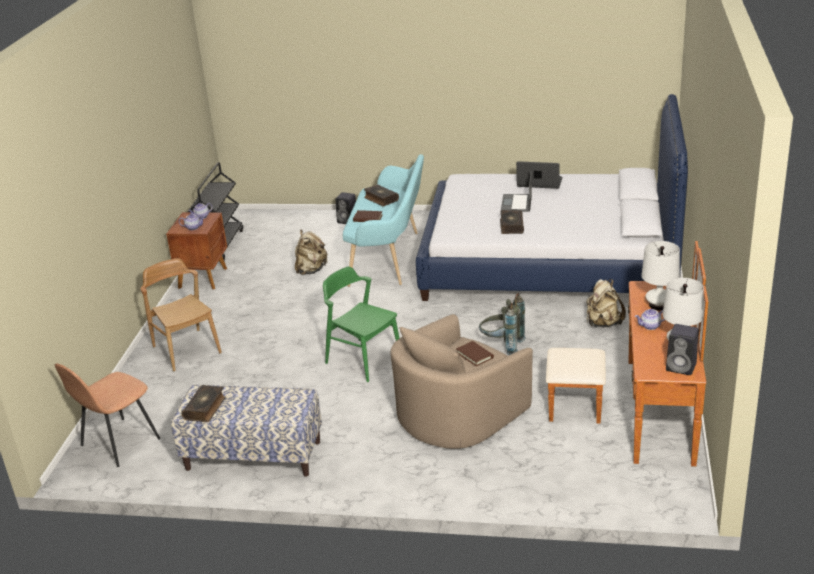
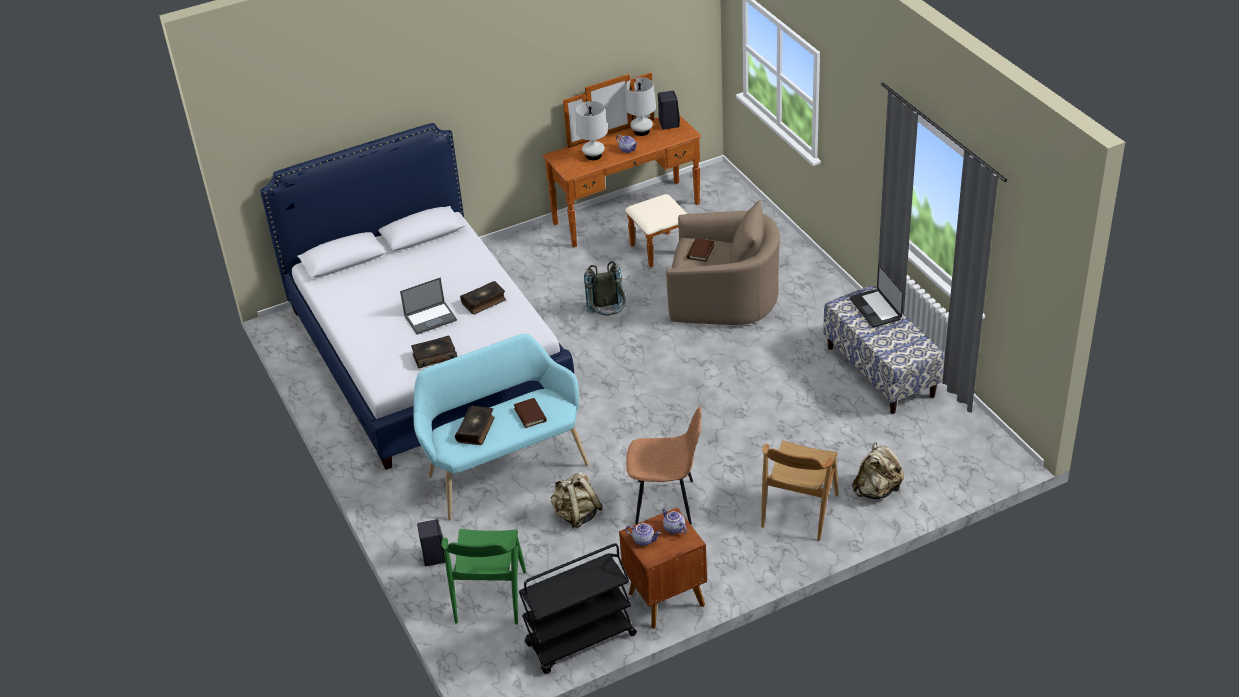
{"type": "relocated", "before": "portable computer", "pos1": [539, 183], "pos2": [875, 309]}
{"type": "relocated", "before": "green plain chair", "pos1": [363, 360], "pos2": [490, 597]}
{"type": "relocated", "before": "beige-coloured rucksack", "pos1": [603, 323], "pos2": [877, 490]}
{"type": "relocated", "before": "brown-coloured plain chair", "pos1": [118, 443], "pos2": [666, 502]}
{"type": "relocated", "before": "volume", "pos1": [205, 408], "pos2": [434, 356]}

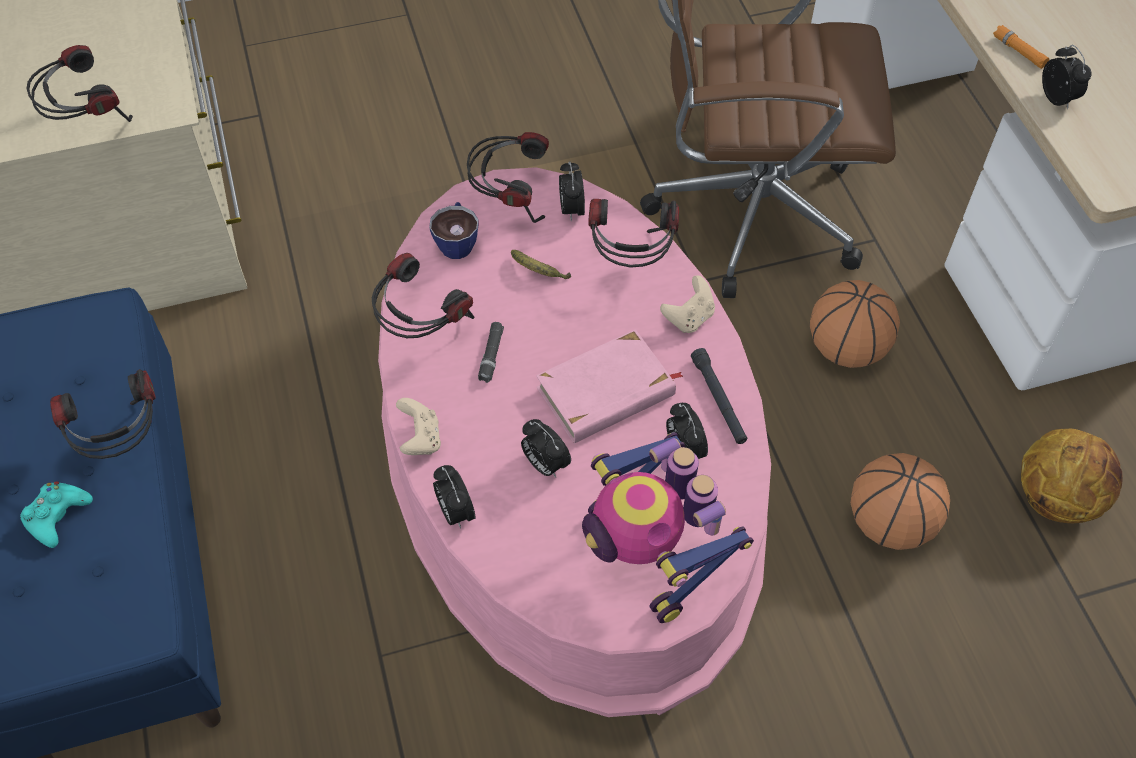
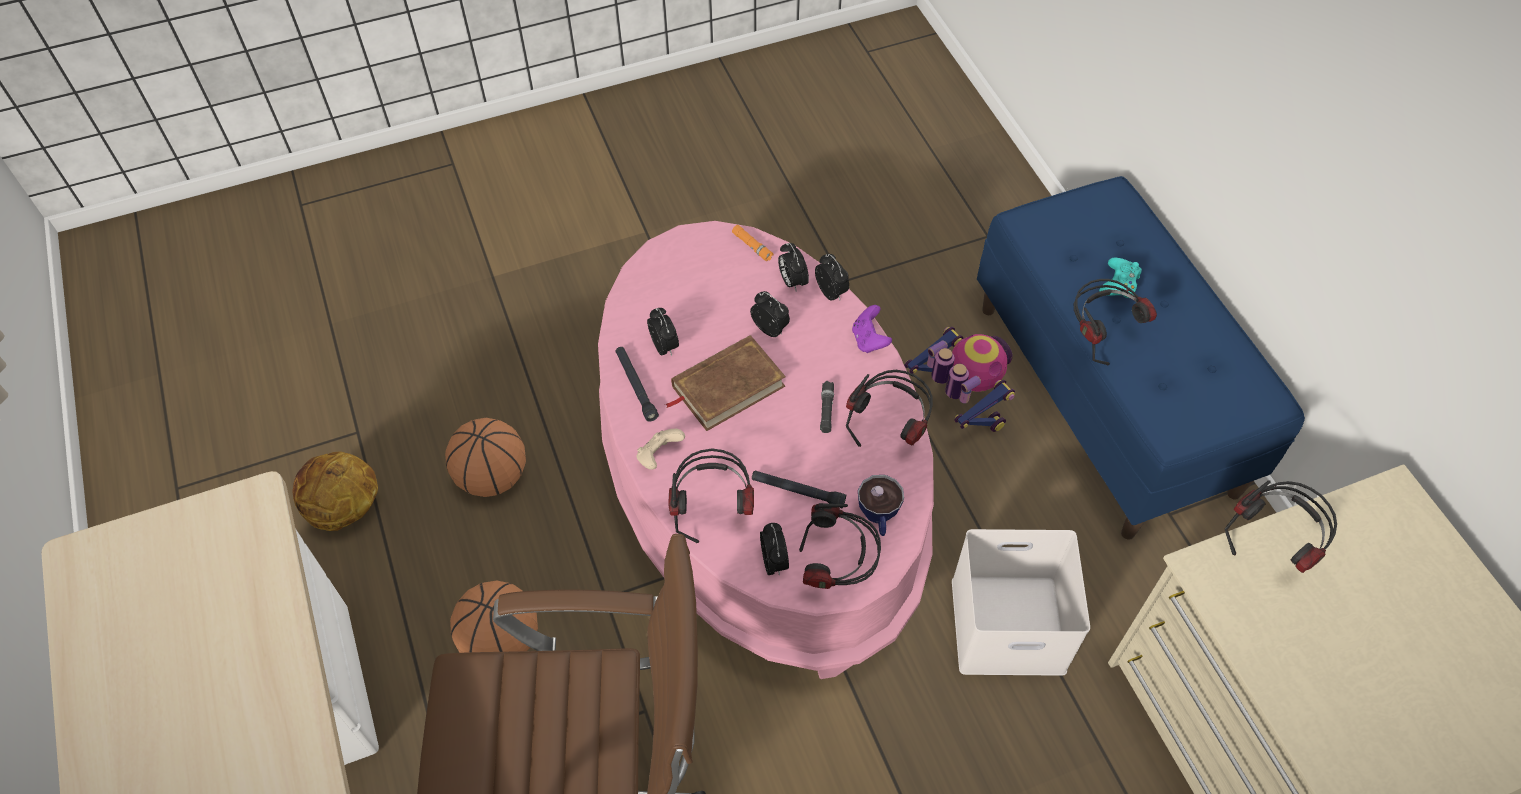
{"type": "relocated", "before": "orange-coloured hand torch", "pos1": [1019, 51], "pos2": [752, 246]}
{"type": "relocated", "before": "alarm clock", "pos1": [1057, 99], "pos2": [792, 281]}
{"type": "exchanged", "before": "banana fruit", "after": "black hand torch", "pos1": [538, 271], "pos2": [798, 491]}
{"type": "colour", "before": "pink-coloured volume", "after": "brown-coloured volume", "pos1": [606, 392], "pos2": [727, 386]}
{"type": "colour", "before": "beige-coloured game controller", "after": "purple-coloured game controller", "pos1": [420, 439], "pos2": [869, 340]}
{"type": "relocated", "before": "model robot", "pos1": [651, 556], "pos2": [958, 405]}
{"type": "appeared", "after": "white storage bin", "pos2": [1005, 627]}

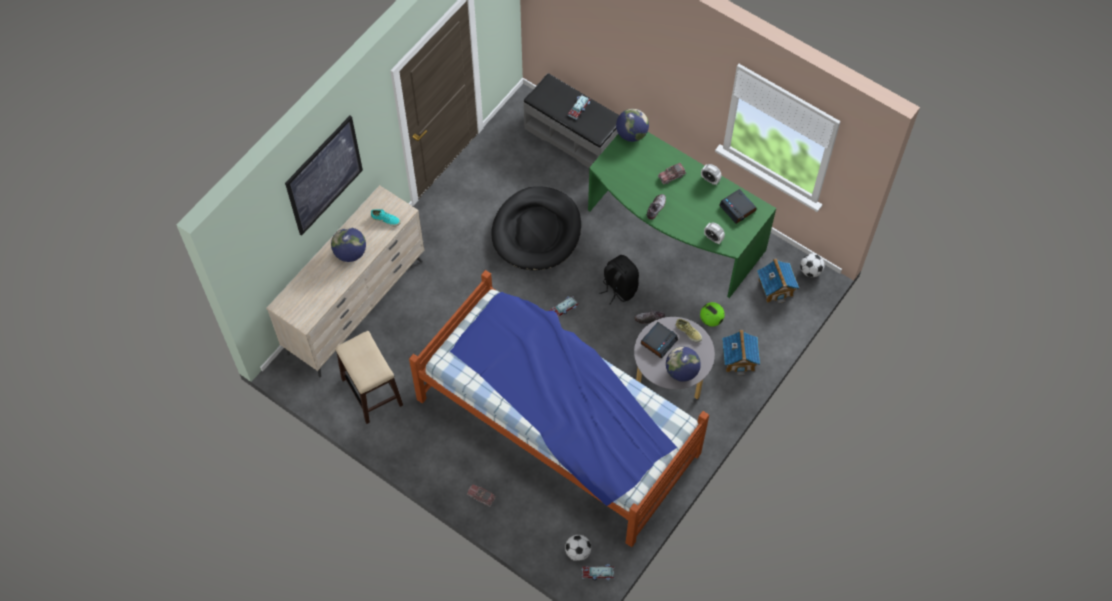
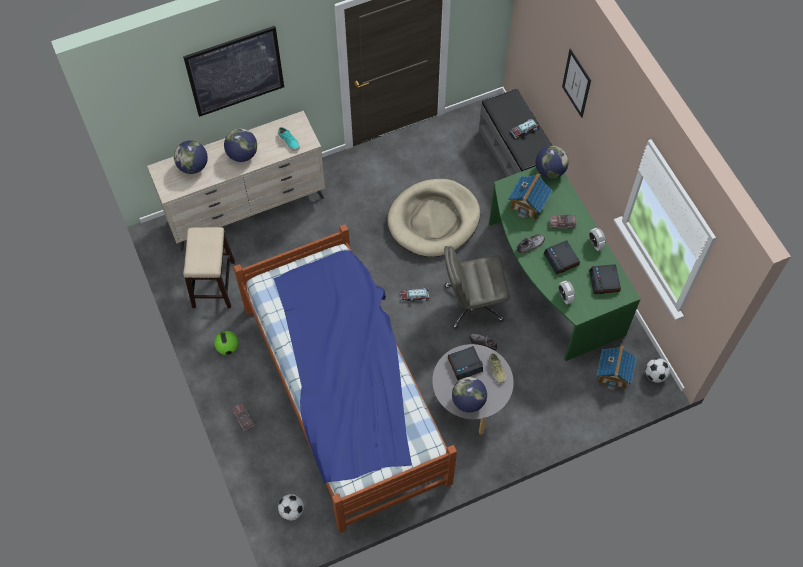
{"type": "colour", "before": "black dog bed", "after": "beige-coloured dog bed", "pos1": [536, 231], "pos2": [434, 220]}
{"type": "exchanged", "before": "black rucksack", "after": "greyish desk chair", "pos1": [618, 288], "pos2": [472, 303]}
{"type": "relocated", "before": "football ball", "pos1": [711, 319], "pos2": [228, 347]}
{"type": "relocated", "before": "toy house", "pos1": [739, 358], "pos2": [528, 203]}
{"type": "missing", "before": "miniature car", "pos1": [598, 573]}
{"type": "appeared", "after": "picture", "pos2": [576, 83]}
{"type": "appeared", "after": "desk globe", "pos2": [193, 166]}
{"type": "appeared", "after": "alarm clock", "pos2": [561, 259]}

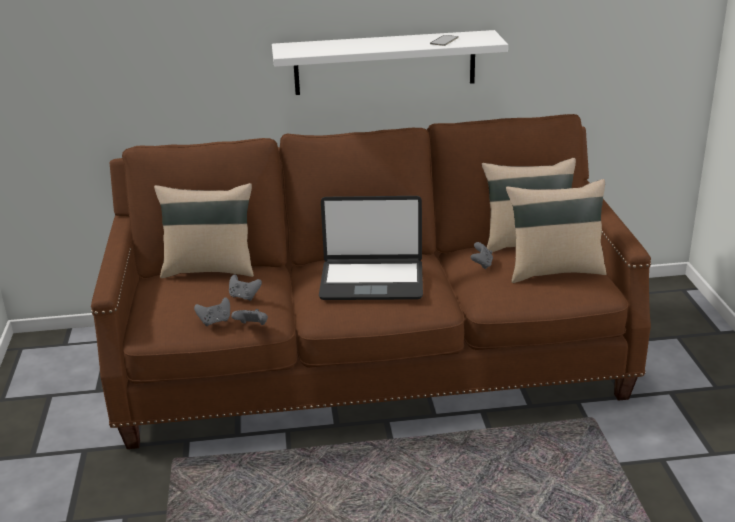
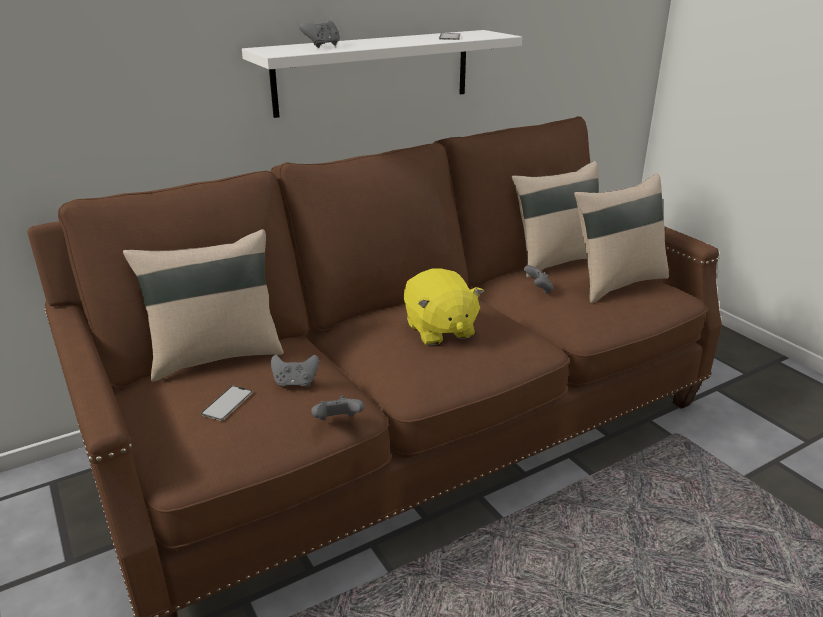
{"type": "exchanged", "before": "portable computer", "after": "yellow-coloured cuddly toy", "pos1": [372, 281], "pos2": [439, 330]}
{"type": "relocated", "before": "greyish game controller", "pos1": [215, 321], "pos2": [322, 46]}
{"type": "appeared", "after": "handset", "pos2": [227, 403]}

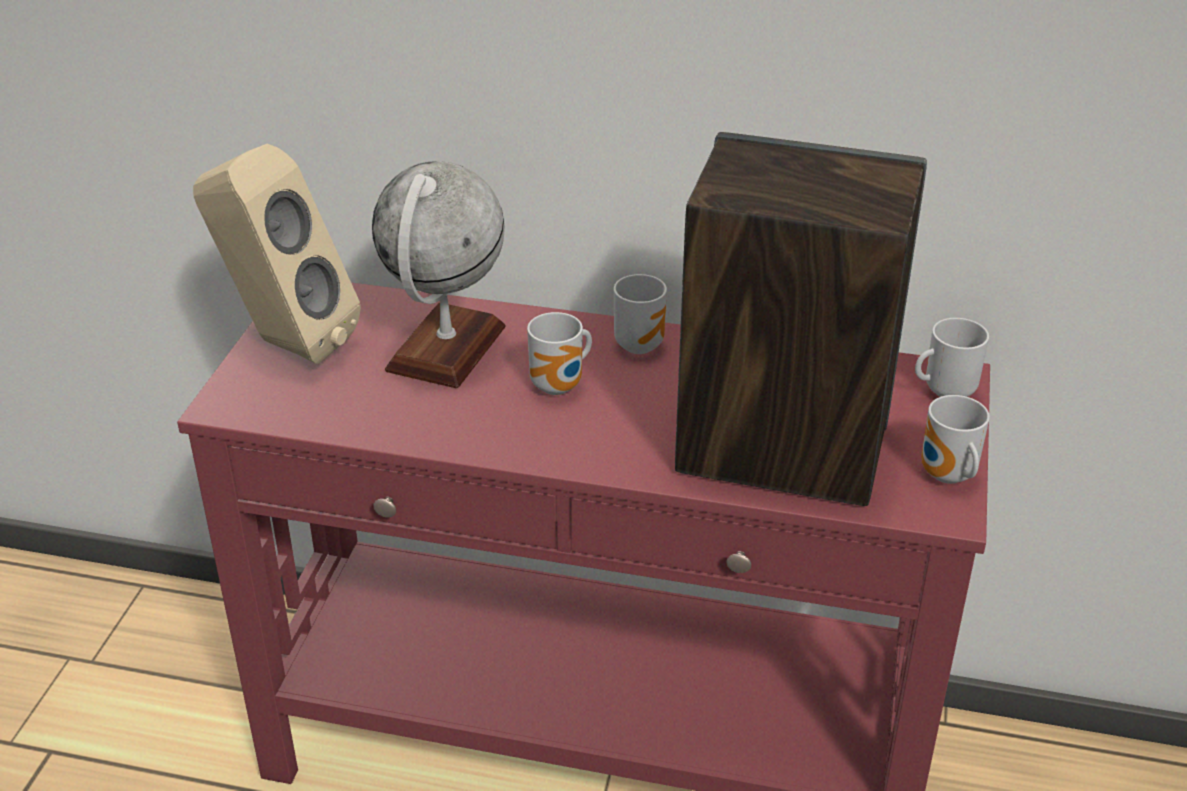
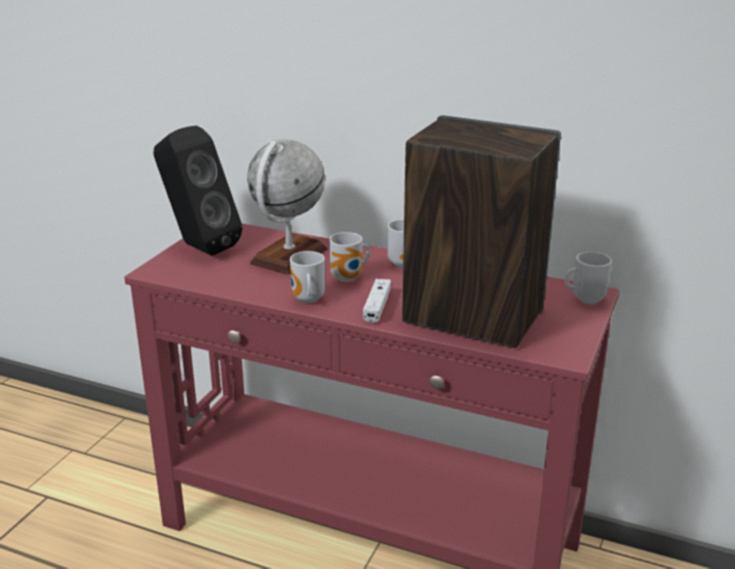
{"type": "colour", "before": "beige-coloured speaker", "after": "black speaker", "pos1": [284, 343], "pos2": [198, 247]}
{"type": "relocated", "before": "tea mug", "pos1": [947, 477], "pos2": [307, 300]}
{"type": "appeared", "after": "white game controller", "pos2": [377, 307]}

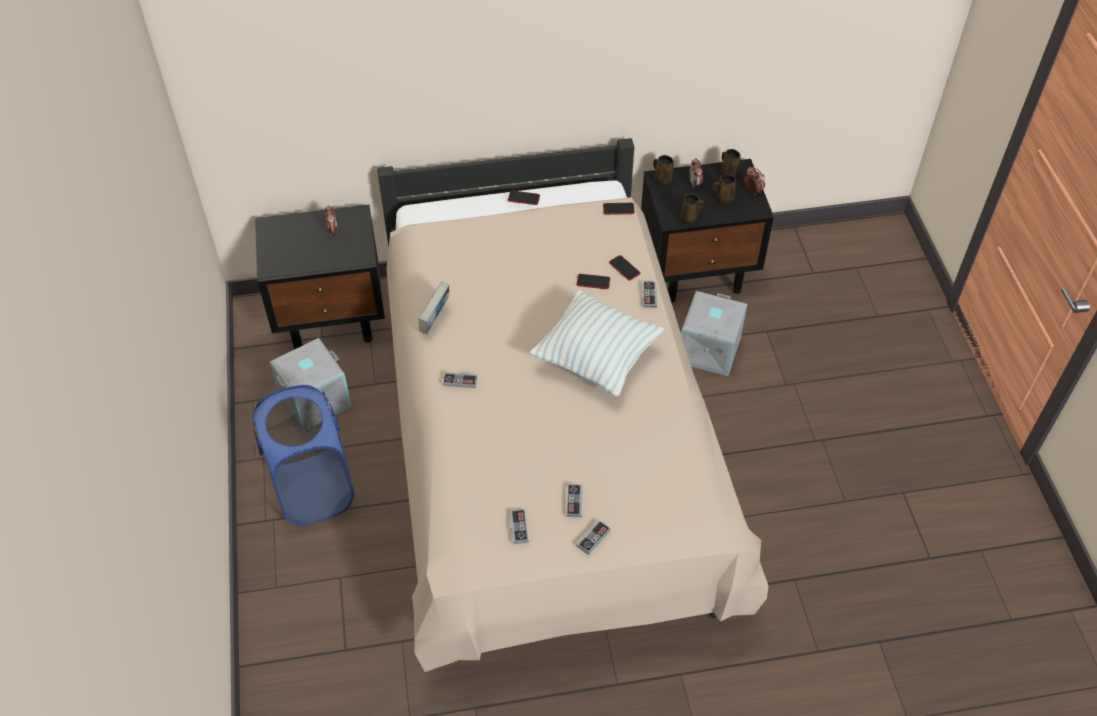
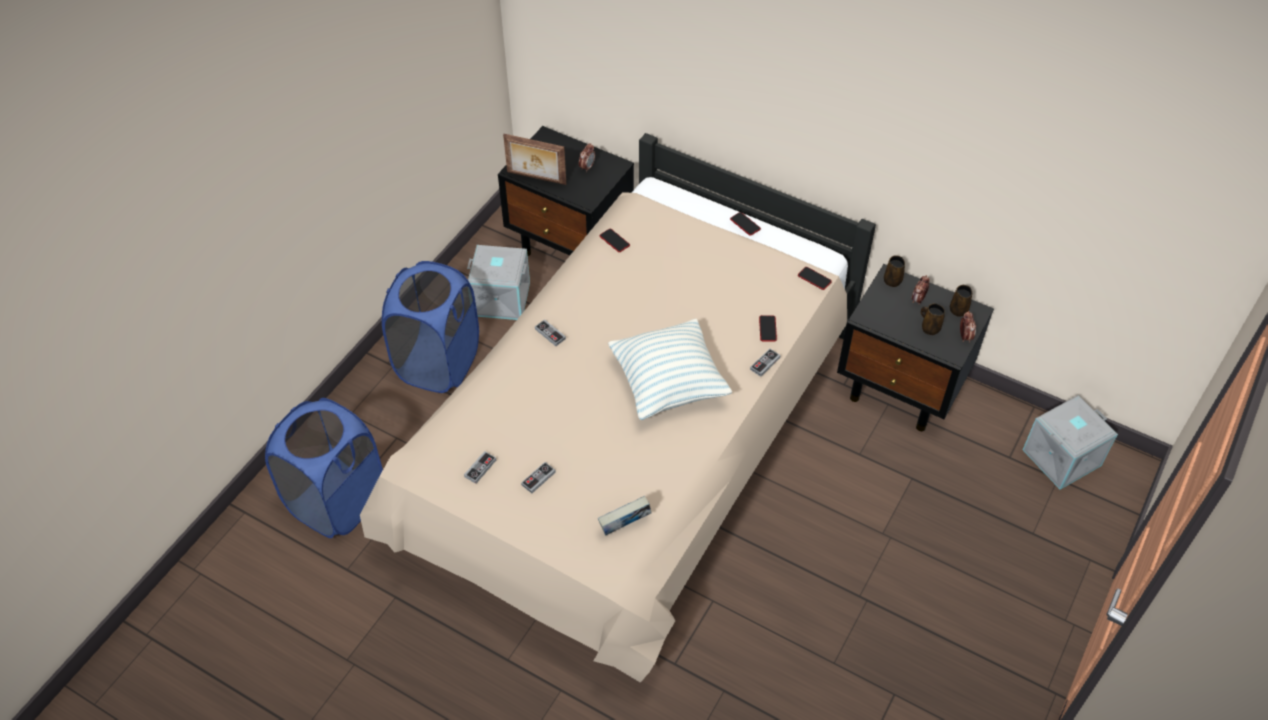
{"type": "missing", "before": "brown-coloured tea mug", "pos1": [690, 219]}
{"type": "relocated", "before": "handset", "pos1": [593, 282], "pos2": [614, 241]}
{"type": "relocated", "before": "volume", "pos1": [435, 320], "pos2": [625, 527]}
{"type": "relocated", "before": "greyish storage bin", "pos1": [708, 349], "pos2": [1061, 456]}
{"type": "missing", "before": "game controller", "pos1": [593, 538]}
{"type": "appeared", "after": "picture frame", "pos2": [536, 178]}
{"type": "appeared", "after": "blue-coloured laundry basket", "pos2": [337, 501]}

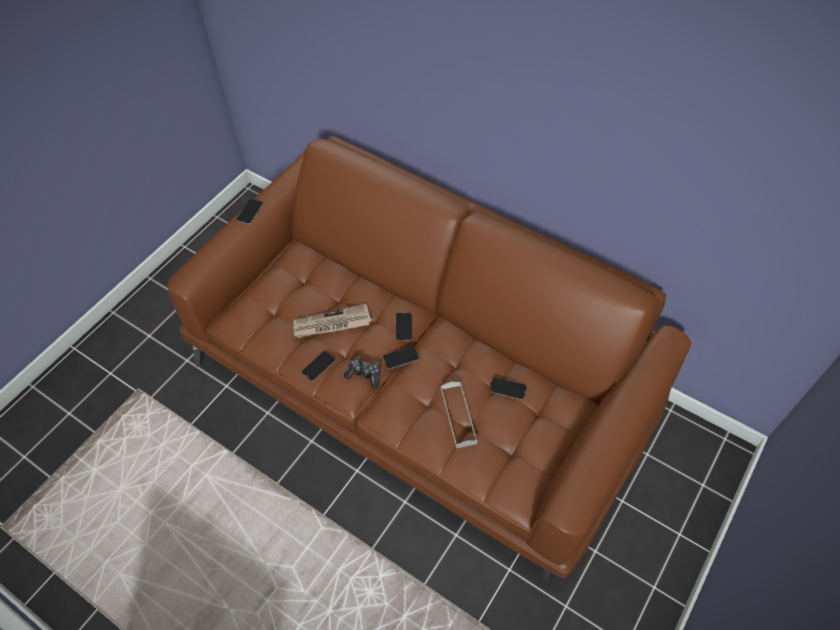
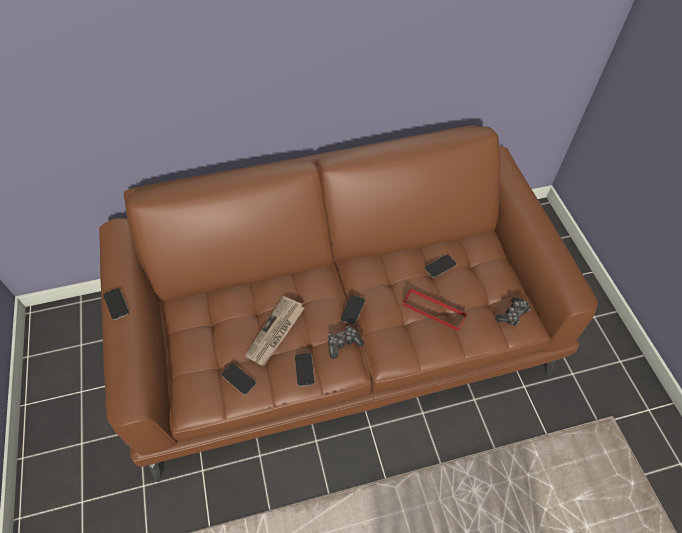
{"type": "relocated", "before": "handset", "pos1": [403, 327], "pos2": [238, 379]}
{"type": "colour", "before": "greyish carrying tray", "after": "red-coloured carrying tray", "pos1": [458, 416], "pos2": [434, 311]}
{"type": "appeared", "after": "game controller", "pos2": [512, 314]}

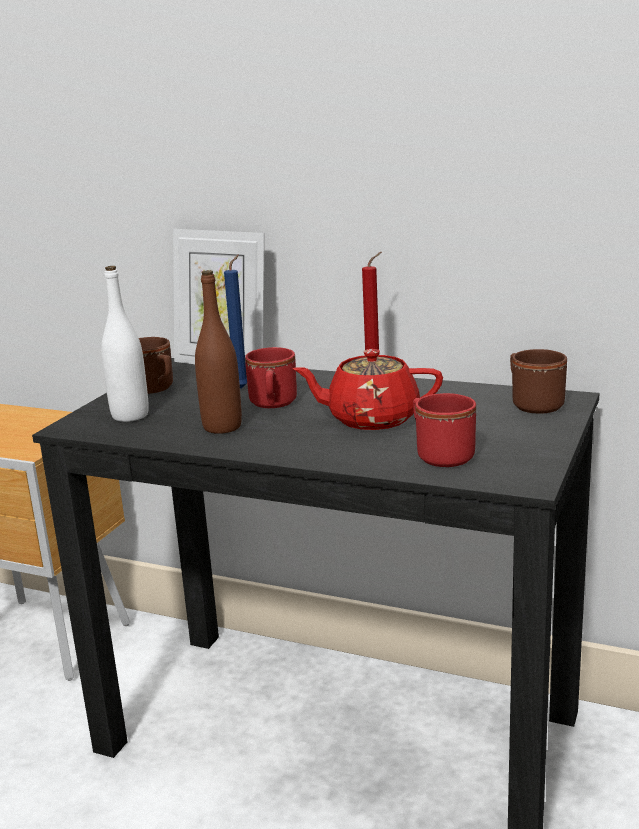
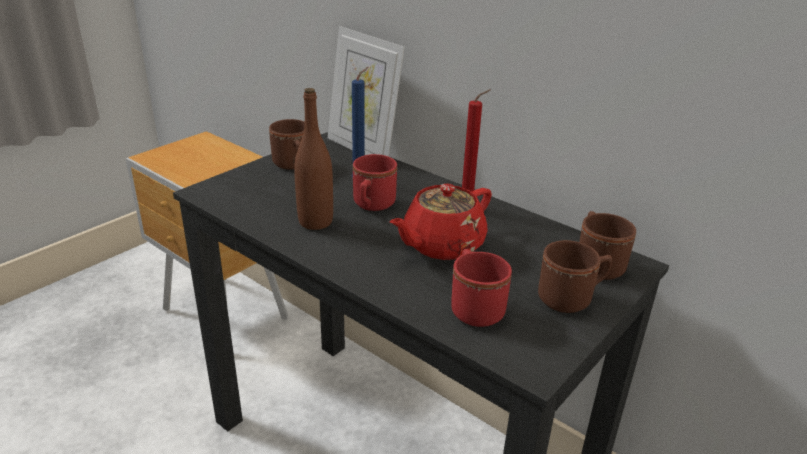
{"type": "missing", "before": "white beverage bottle", "pos1": [130, 415]}
{"type": "spun", "before": "red-coloured pot for tea", "pos1": [371, 419], "pos2": [441, 245], "turn": -60}
{"type": "appeared", "after": "brown-coloured tea mug", "pos2": [571, 298]}

